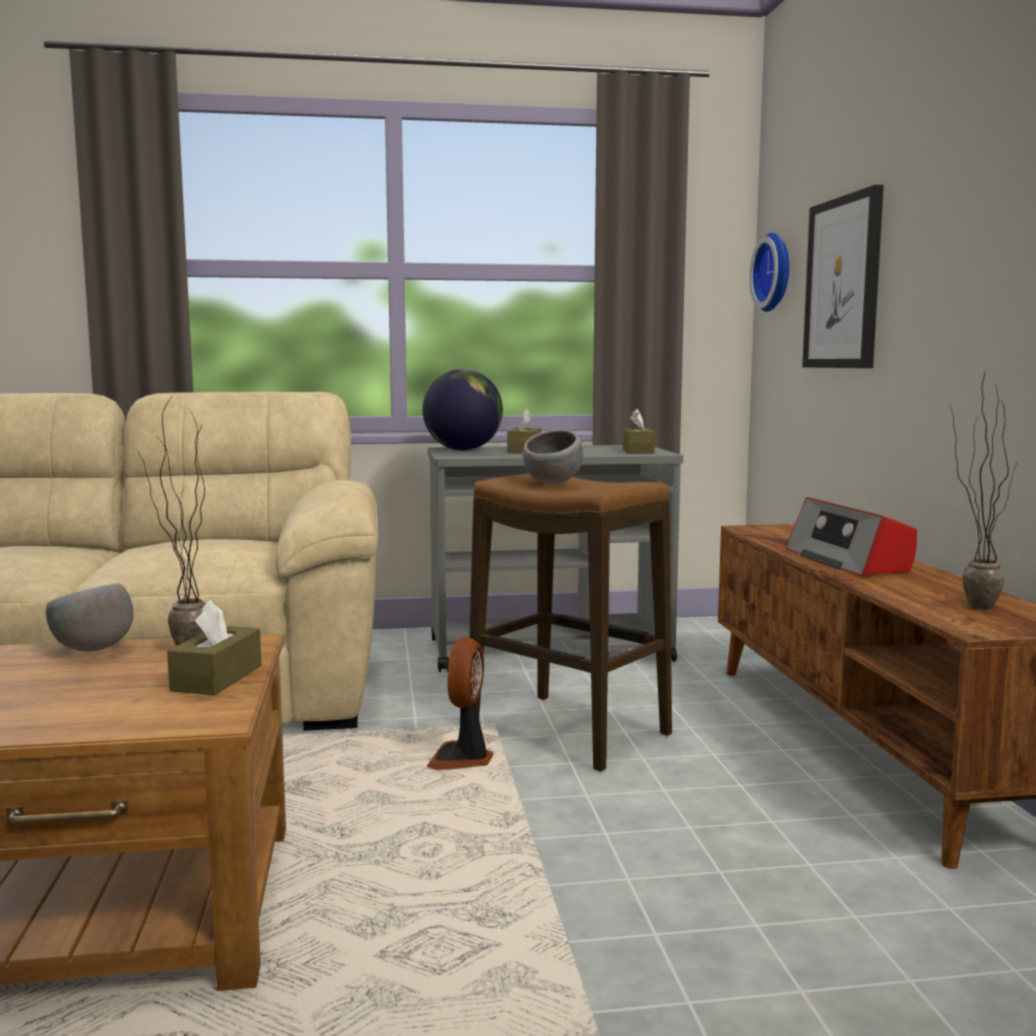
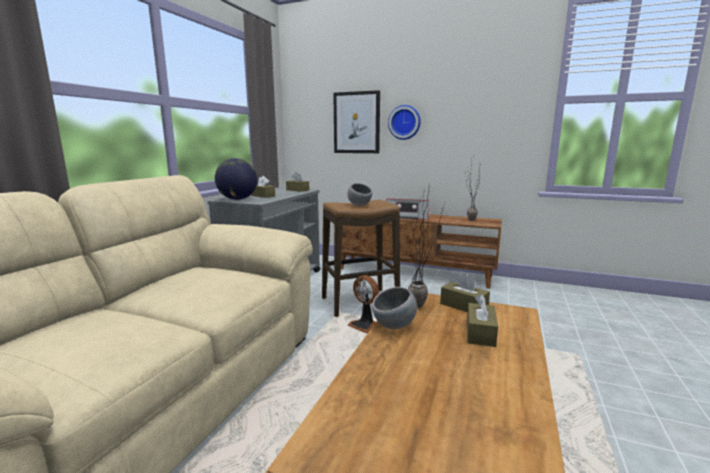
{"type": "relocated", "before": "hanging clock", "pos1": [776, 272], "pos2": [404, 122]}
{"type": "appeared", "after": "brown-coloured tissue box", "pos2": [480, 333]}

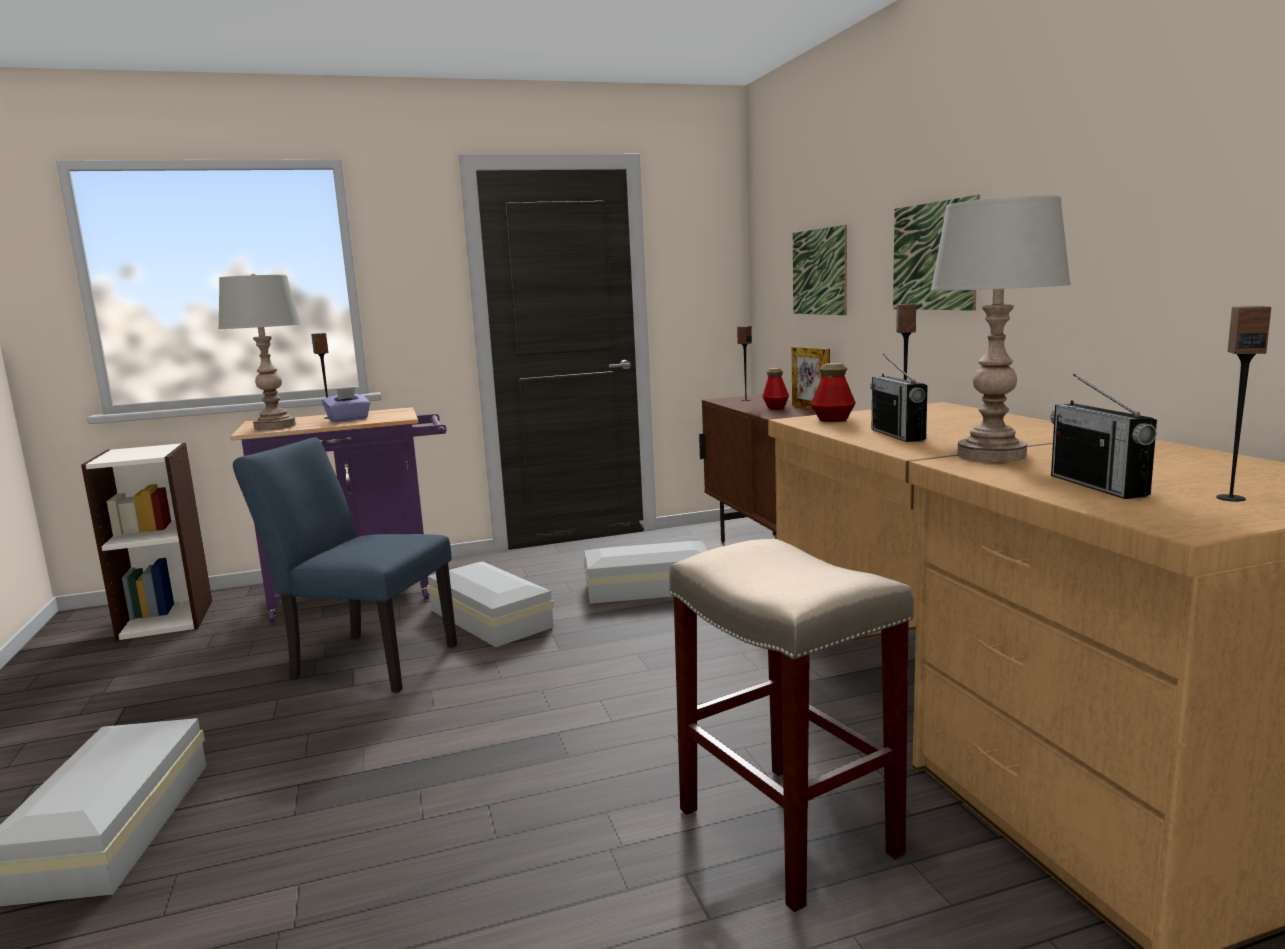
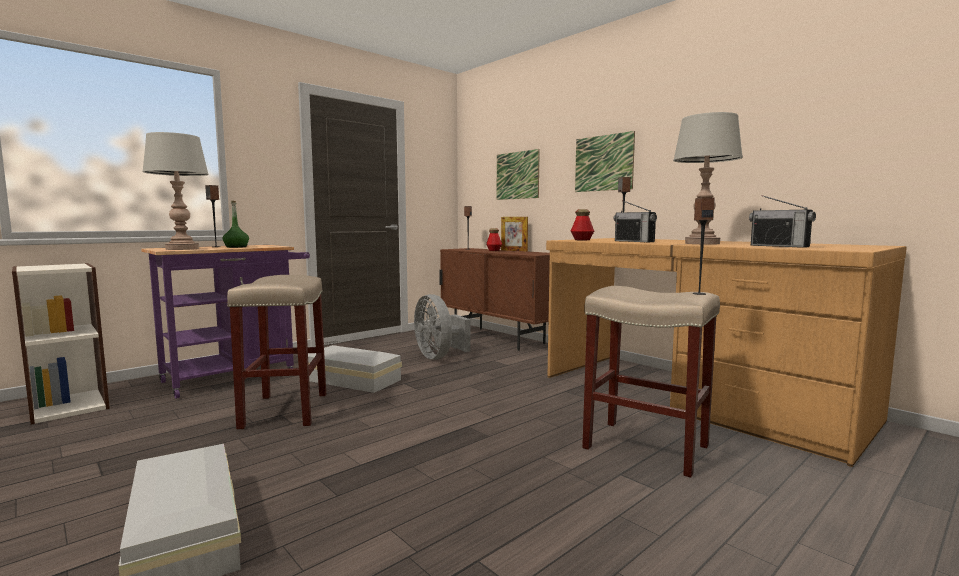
{"type": "relocated", "before": "speaker", "pos1": [1230, 498], "pos2": [699, 293]}
{"type": "exchanged", "before": "purple-coloured tissue box", "after": "green beverage bottle", "pos1": [348, 419], "pos2": [236, 247]}
{"type": "exchanged", "before": "blue-coloured plain chair", "after": "beige-coloured sitting stool", "pos1": [364, 660], "pos2": [285, 410]}
{"type": "exchanged", "before": "white storage bin", "after": "greyish fan", "pos1": [651, 588], "pos2": [439, 356]}

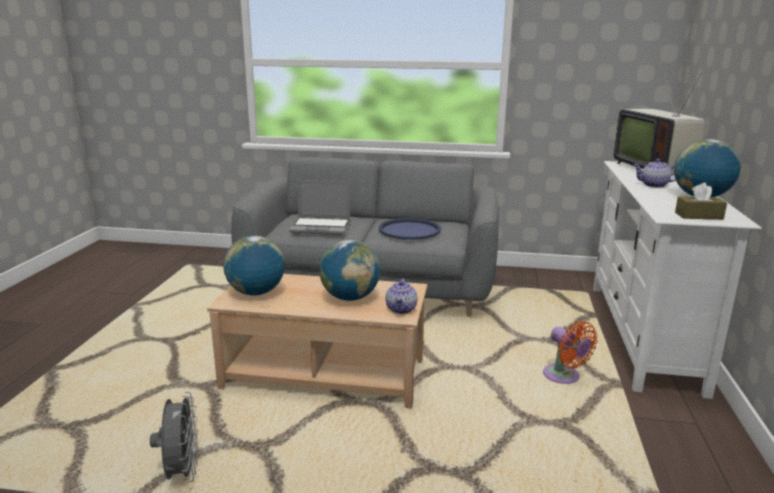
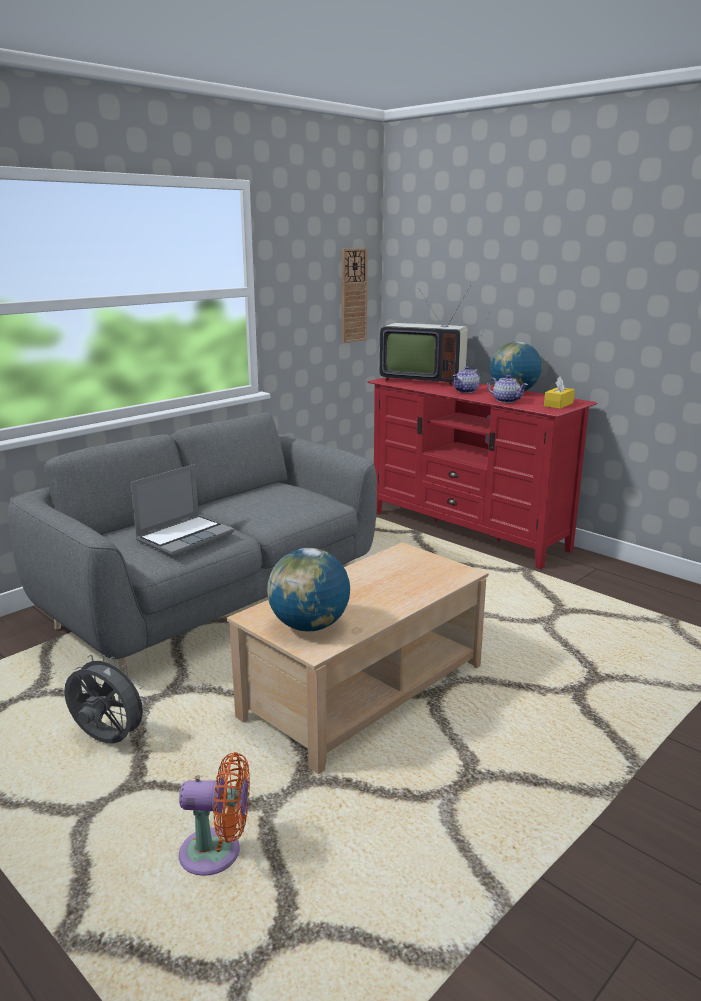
{"type": "colour", "before": "white media console", "after": "red-coloured media console", "pos1": [643, 335], "pos2": [468, 530]}
{"type": "colour", "before": "brown-coloured tissue box", "after": "yellow-coloured tissue box", "pos1": [698, 216], "pos2": [558, 404]}
{"type": "missing", "before": "blue-coloured carrying tray", "pos1": [409, 230]}
{"type": "missing", "before": "desk globe", "pos1": [350, 297]}
{"type": "relocated", "before": "pot for tea", "pos1": [401, 309], "pos2": [506, 401]}
{"type": "relocated", "before": "orange-coloured fan", "pos1": [564, 377], "pos2": [217, 853]}
{"type": "relocated", "before": "greyish fan", "pos1": [182, 472], "pos2": [107, 741]}
{"type": "appeared", "after": "hanging clock", "pos2": [353, 295]}

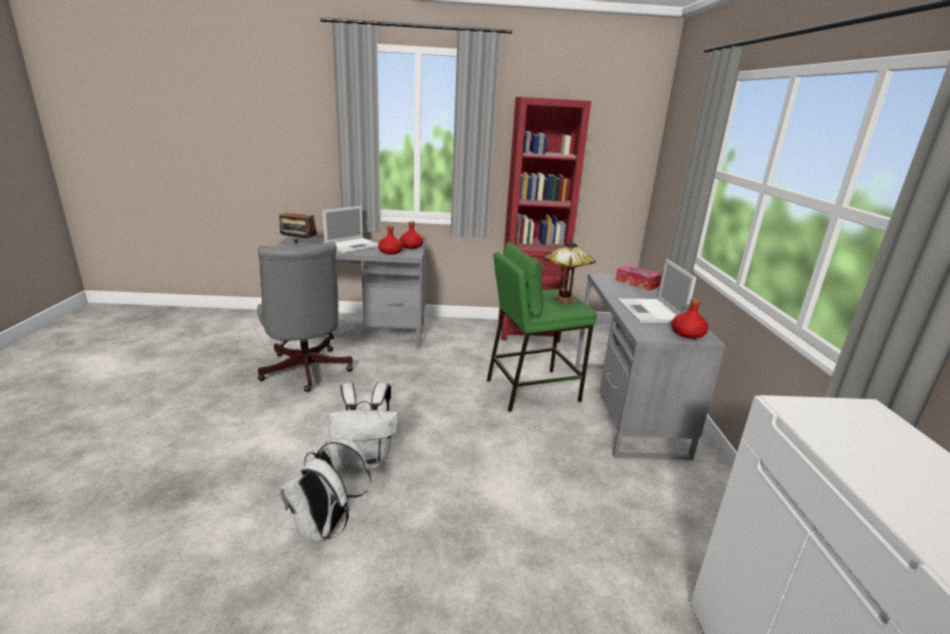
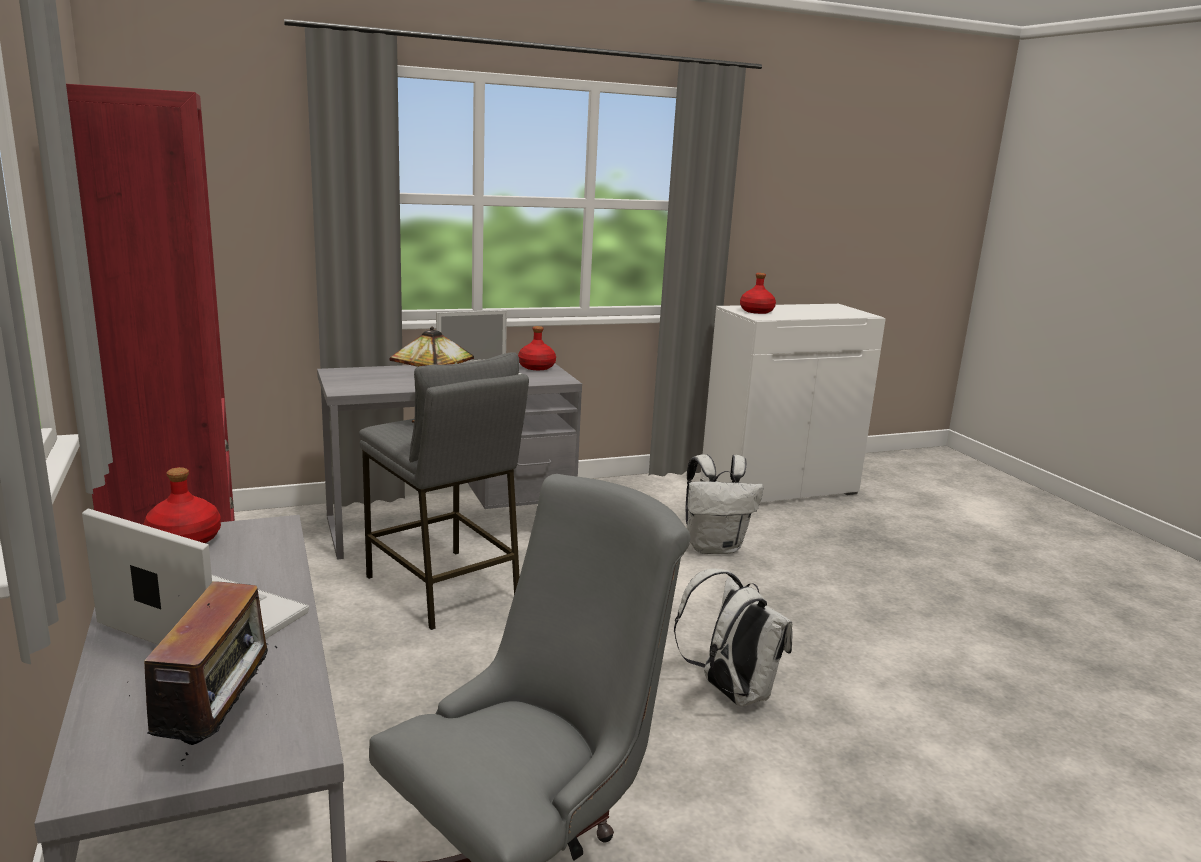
{"type": "relocated", "before": "red-coloured beverage bottle", "pos1": [390, 252], "pos2": [756, 311]}
{"type": "colour", "before": "green sitting stool", "after": "greyish sitting stool", "pos1": [531, 390], "pos2": [443, 588]}
{"type": "missing", "before": "tissue box", "pos1": [637, 283]}
{"type": "relocated", "before": "white rucksack", "pos1": [325, 527], "pos2": [714, 547]}

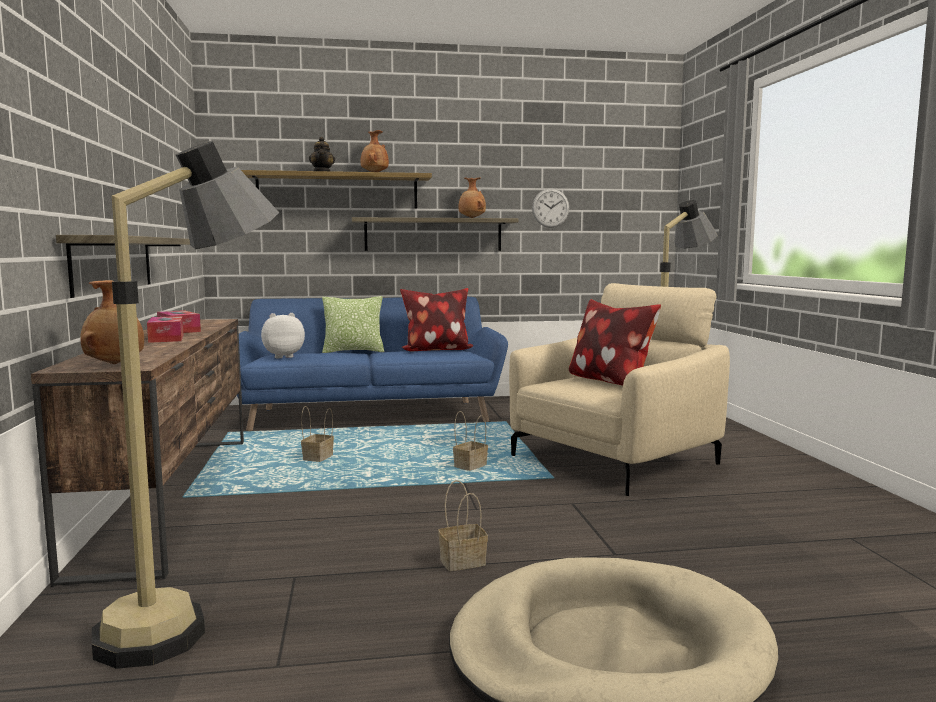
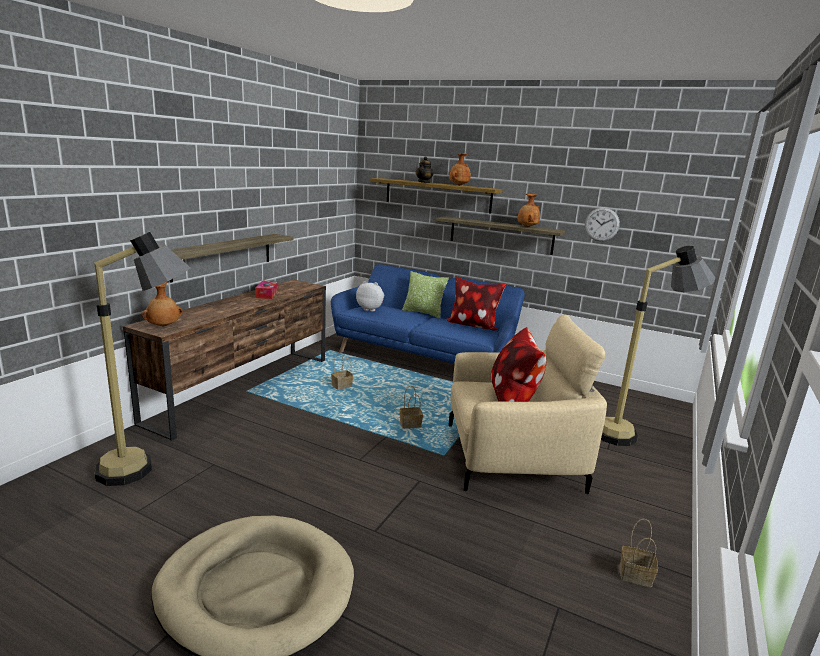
{"type": "missing", "before": "tissue box", "pos1": [166, 338]}
{"type": "relocated", "before": "household basket", "pos1": [461, 562], "pos2": [634, 576]}

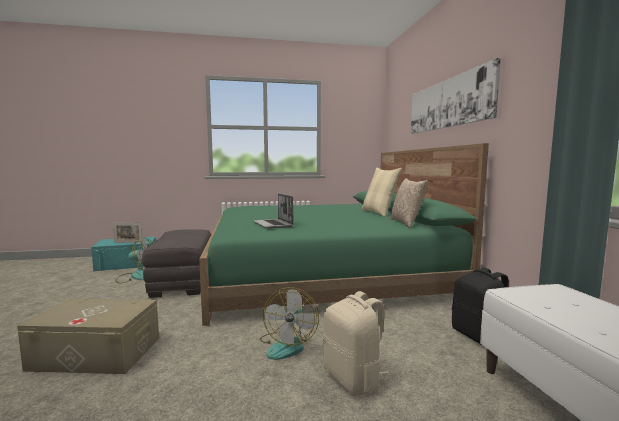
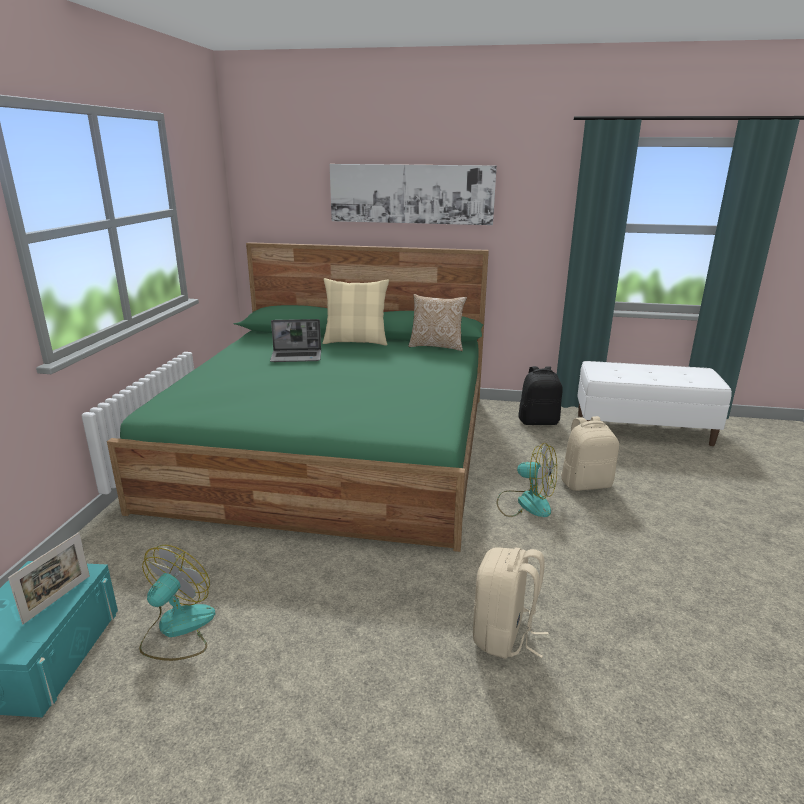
{"type": "relocated", "before": "portable computer", "pos1": [273, 224], "pos2": [297, 357]}
{"type": "missing", "before": "greyish pouffe", "pos1": [183, 281]}
{"type": "exchanged", "before": "beige-coloured storage bin", "after": "beige-coloured rucksack", "pos1": [96, 353], "pos2": [504, 636]}

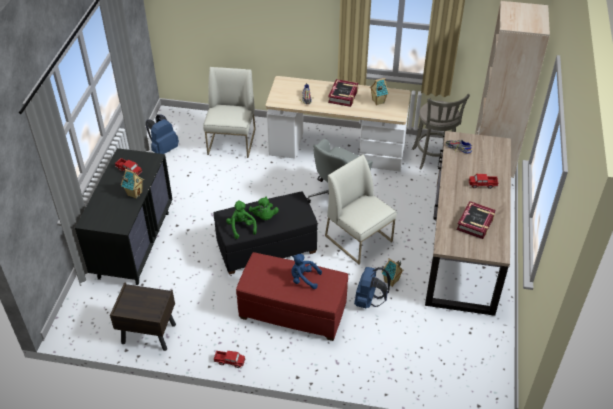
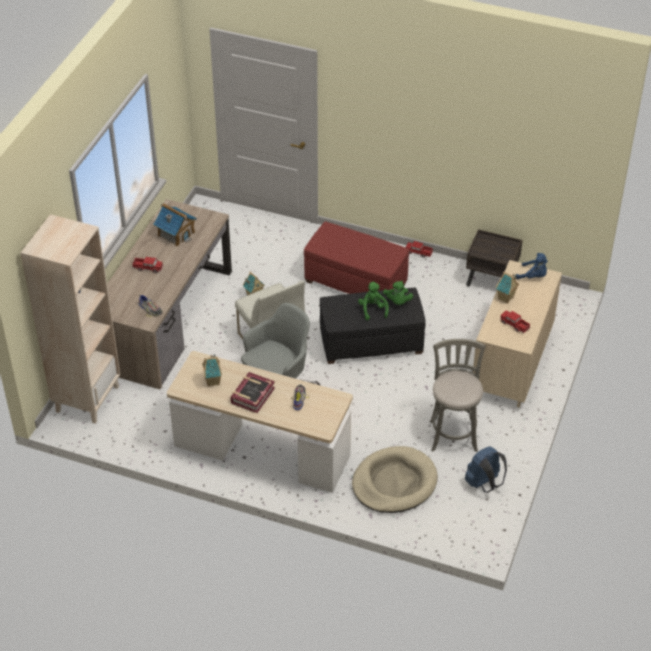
{"type": "exchanged", "before": "white plain chair", "after": "beige-coloured dog bed", "pos1": [232, 142], "pos2": [394, 483]}
{"type": "relocated", "before": "greyish sitting stool", "pos1": [433, 158], "pos2": [453, 433]}
{"type": "colour", "before": "black chest of drawers", "after": "beige-coloured chest of drawers", "pos1": [134, 244], "pos2": [511, 365]}
{"type": "exchanged", "before": "volume", "after": "toy house", "pos1": [475, 223], "pos2": [176, 233]}
{"type": "relocated", "before": "blue-coloured cuddly toy", "pos1": [304, 279], "pos2": [533, 276]}
{"type": "missing", "before": "blue-coloured rucksack", "pos1": [369, 301]}

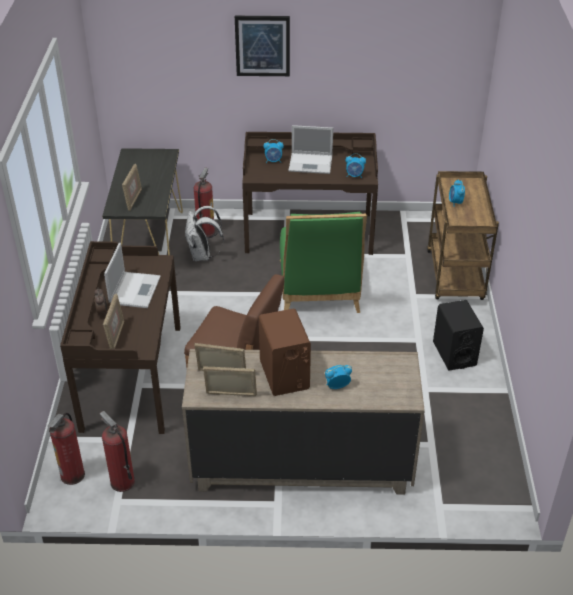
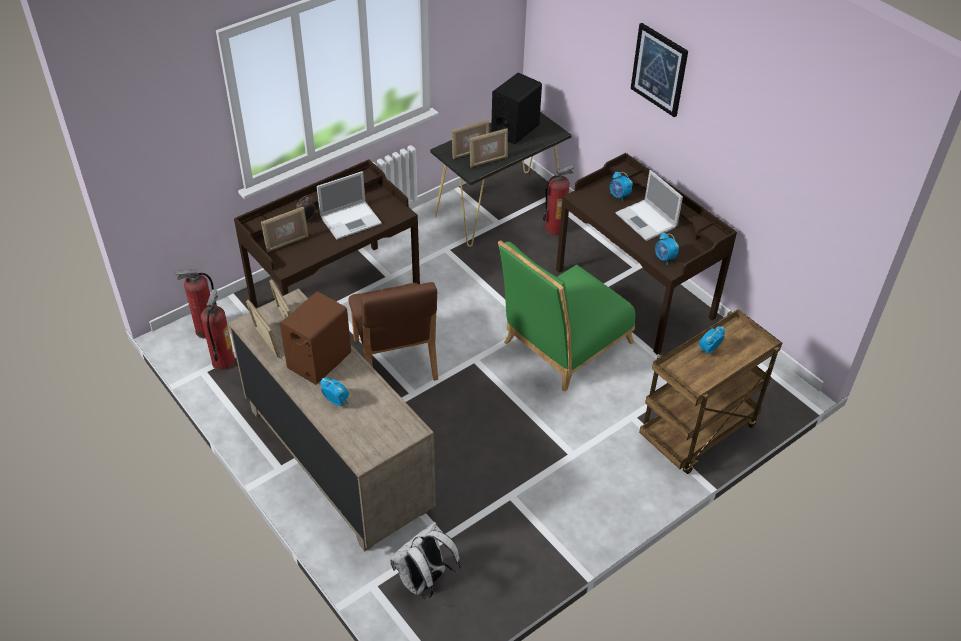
{"type": "relocated", "before": "white rucksack", "pos1": [202, 255], "pos2": [424, 581]}
{"type": "relocated", "before": "black speaker", "pos1": [454, 353], "pos2": [515, 129]}
{"type": "appeared", "after": "picture frame", "pos2": [488, 161]}

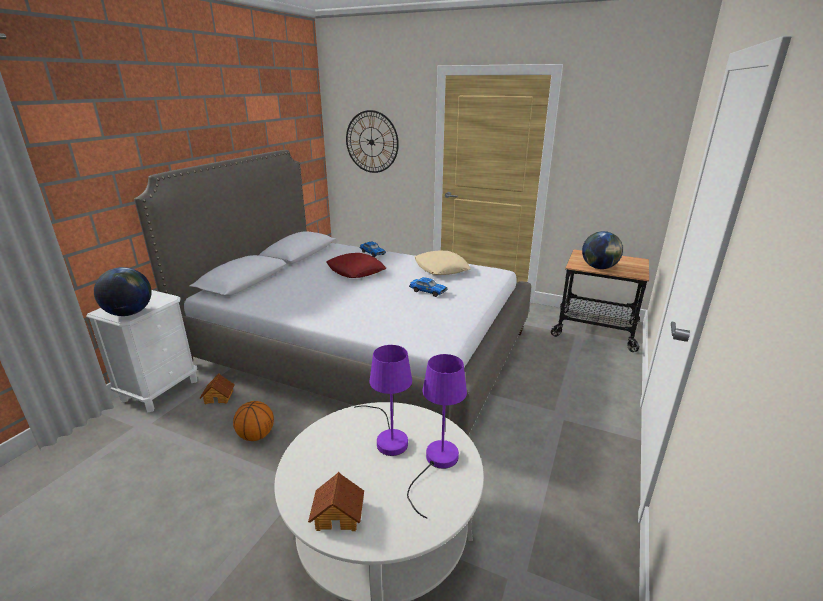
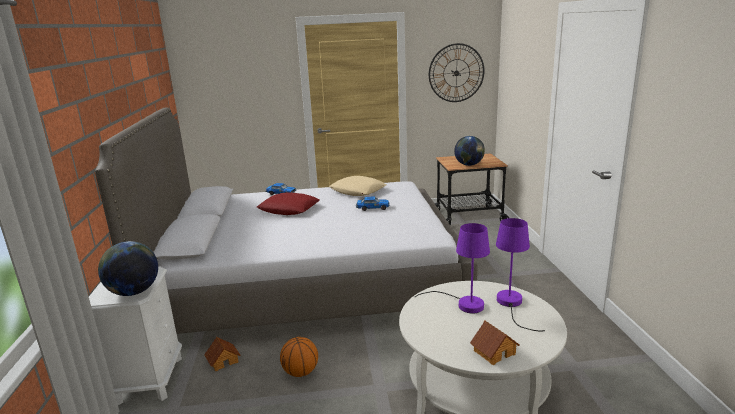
{"type": "relocated", "before": "hanging clock", "pos1": [371, 142], "pos2": [456, 73]}

